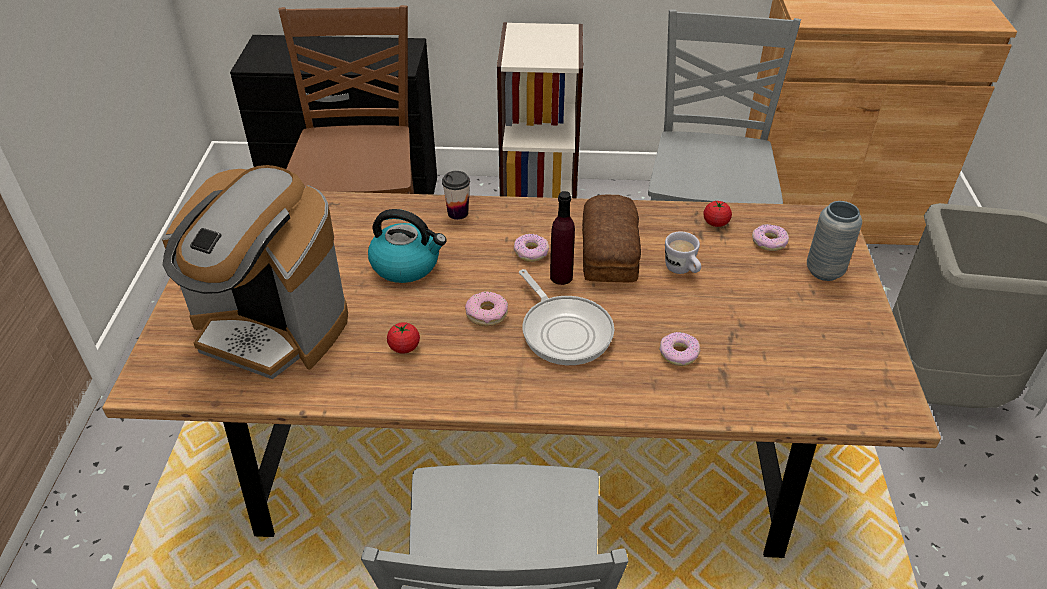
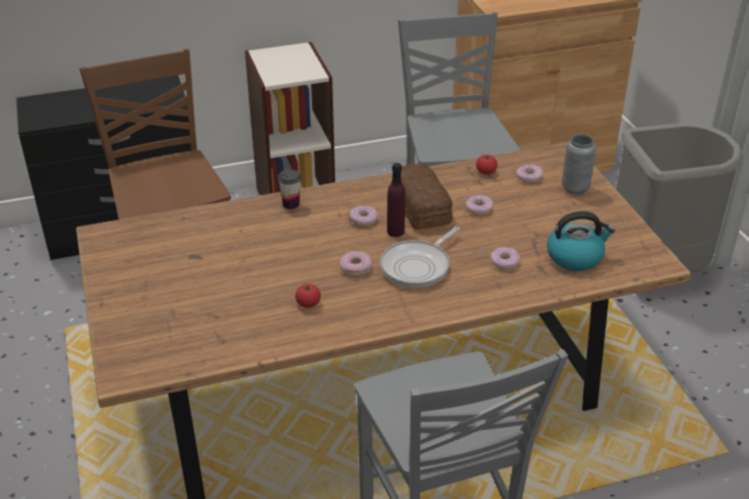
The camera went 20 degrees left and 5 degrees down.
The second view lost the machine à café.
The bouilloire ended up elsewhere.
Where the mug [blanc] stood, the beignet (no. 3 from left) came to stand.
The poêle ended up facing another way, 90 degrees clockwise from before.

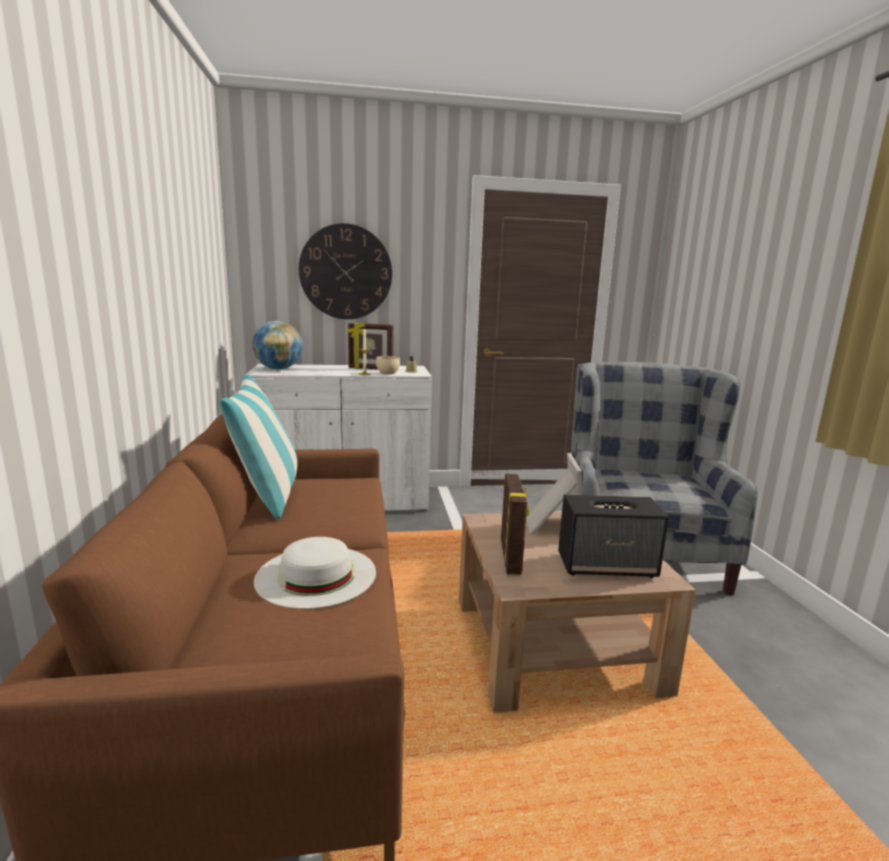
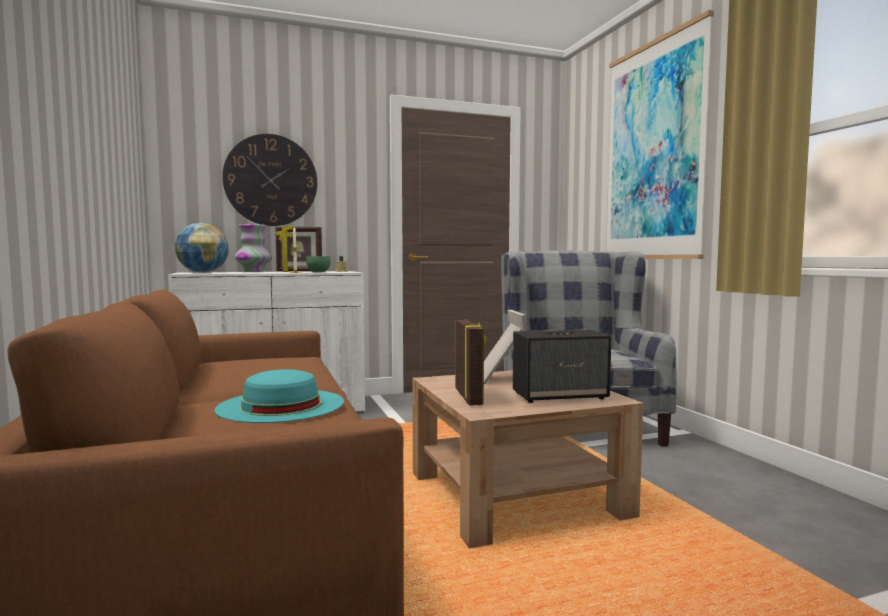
The camera went 10 degrees left and 10 degrees down.
The second view lost the coussin.
The second view gained the vase.
The second view gained the tableau.
What was the chapeau [blanc] turned into the chapeau [turquoise].
What was the bol [beige] turned into the bol [vert].

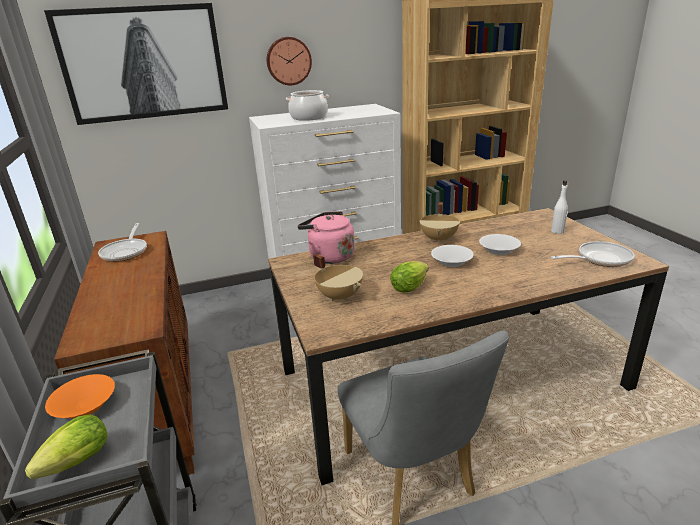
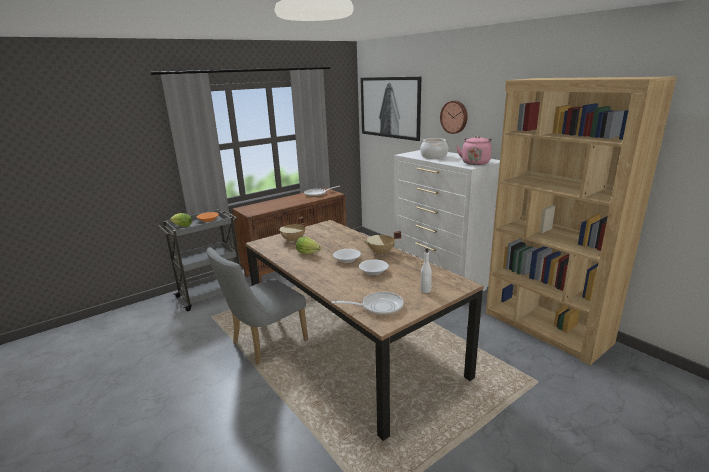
The camera went 70 degrees right and 5 degrees down.
The bouilloire [rose] ended up elsewhere.
The poêle (no. 2 from left) ended up facing another way, 60 degrees counterclockwise from before.

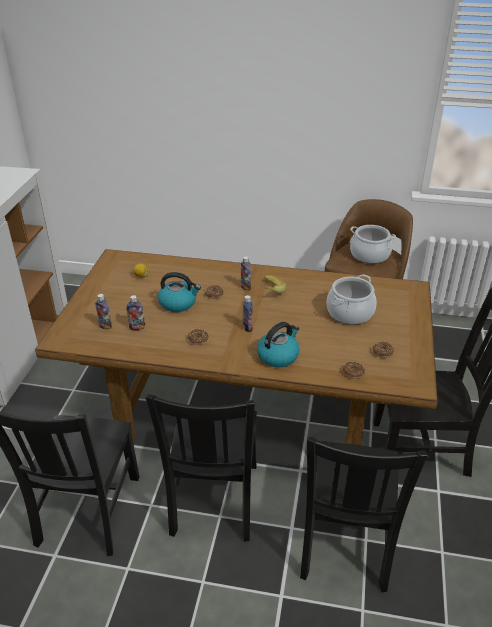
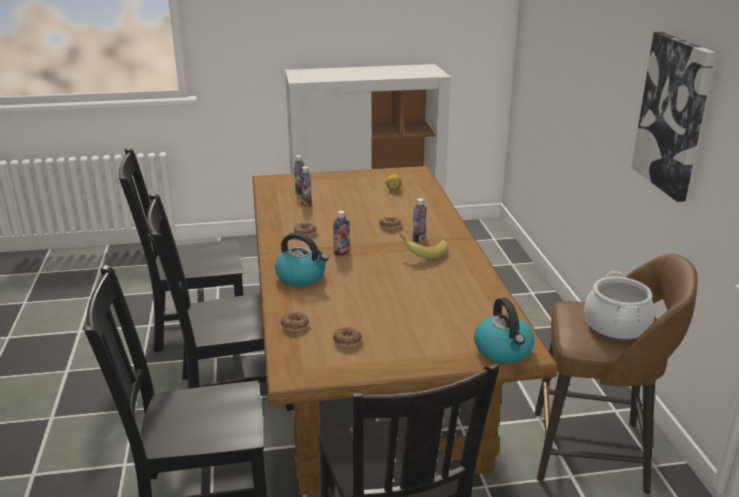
The camera went 70 degrees right and 10 degrees down.
The second view lost the marmite (no. 1 from left).
The second view gained the tableau.
The bouilloire (no. 1 from left in the first image) ended up elsewhere.

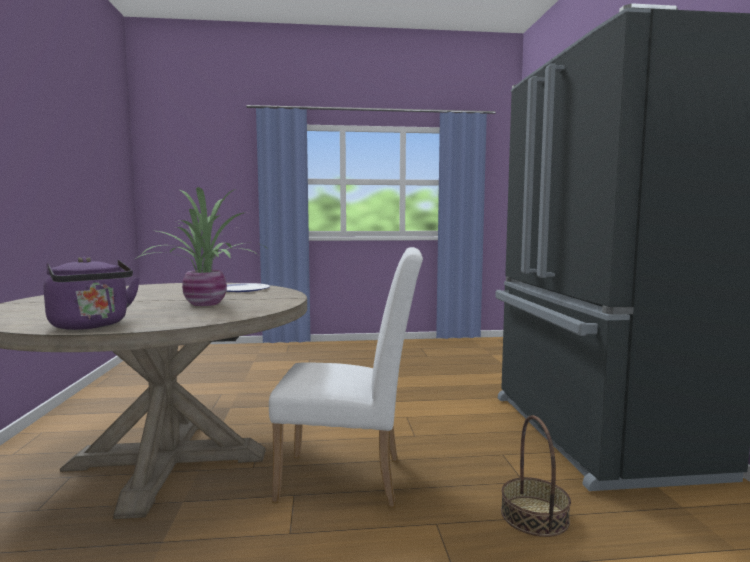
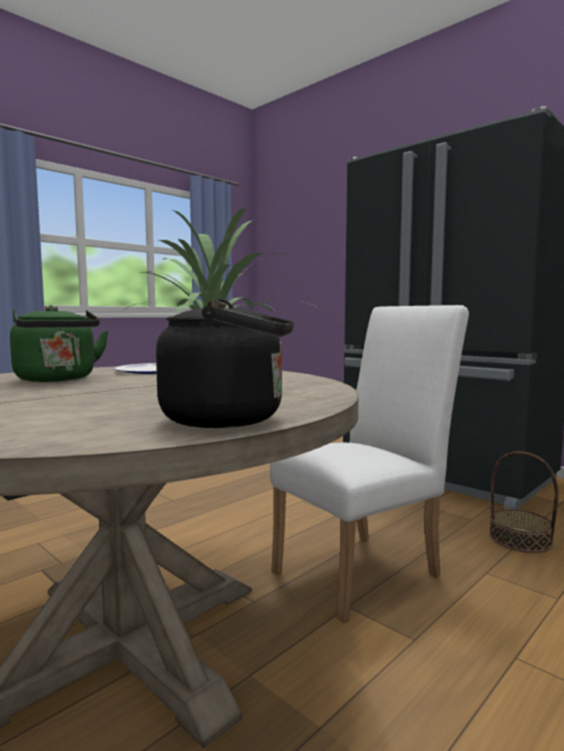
The camera went 40 degrees left and 0 degrees up.
The second view gained the bouilloire [vert].
What was the bouilloire [violet] turned into the bouilloire [noir].

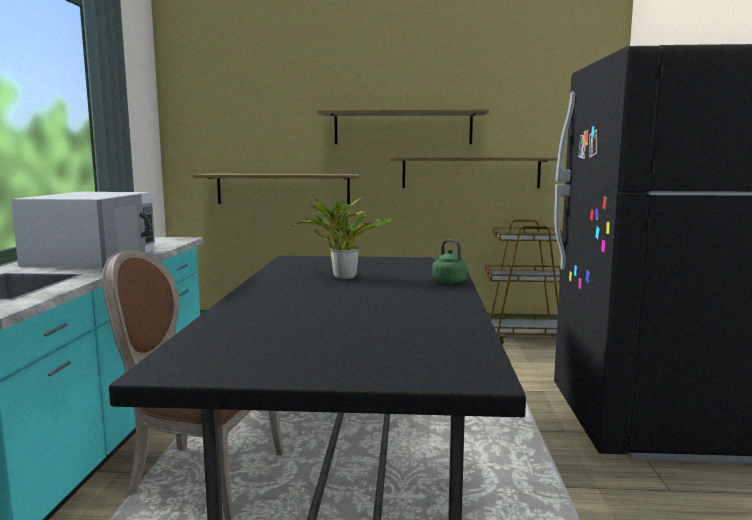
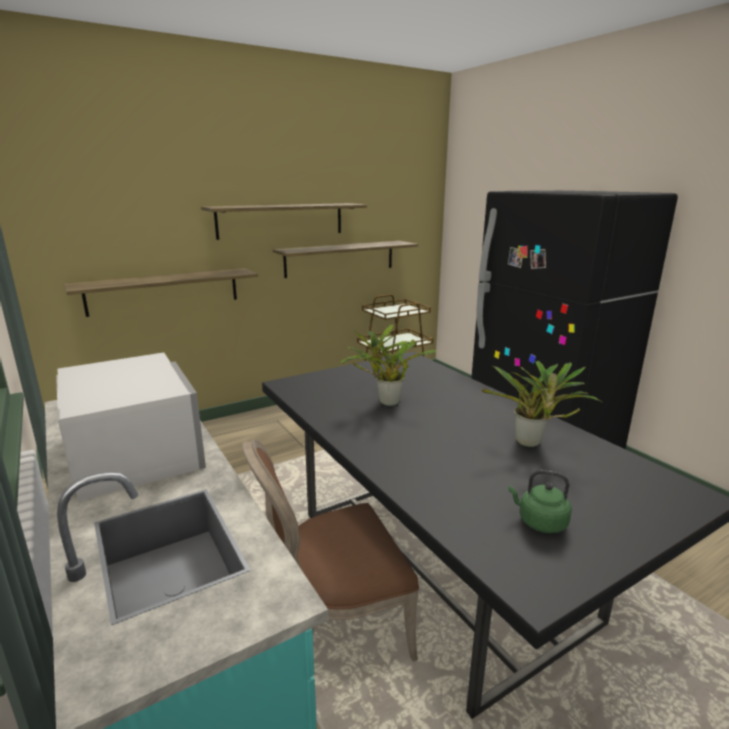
The camera went 35 degrees left and 10 degrees up.
The second view gained the plante en pot (no. 2 from left).
The bouilloire [vert] ended up elsewhere.

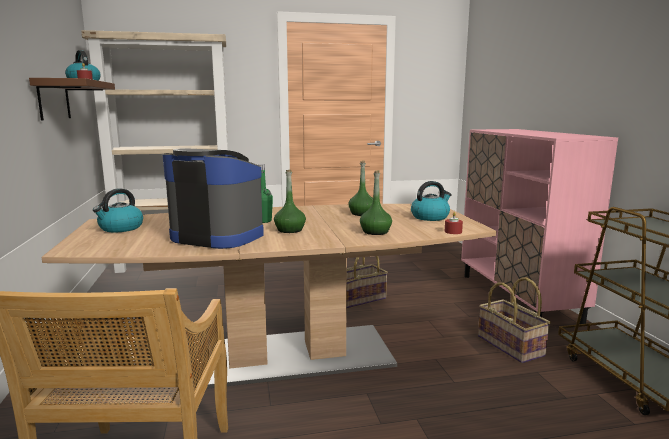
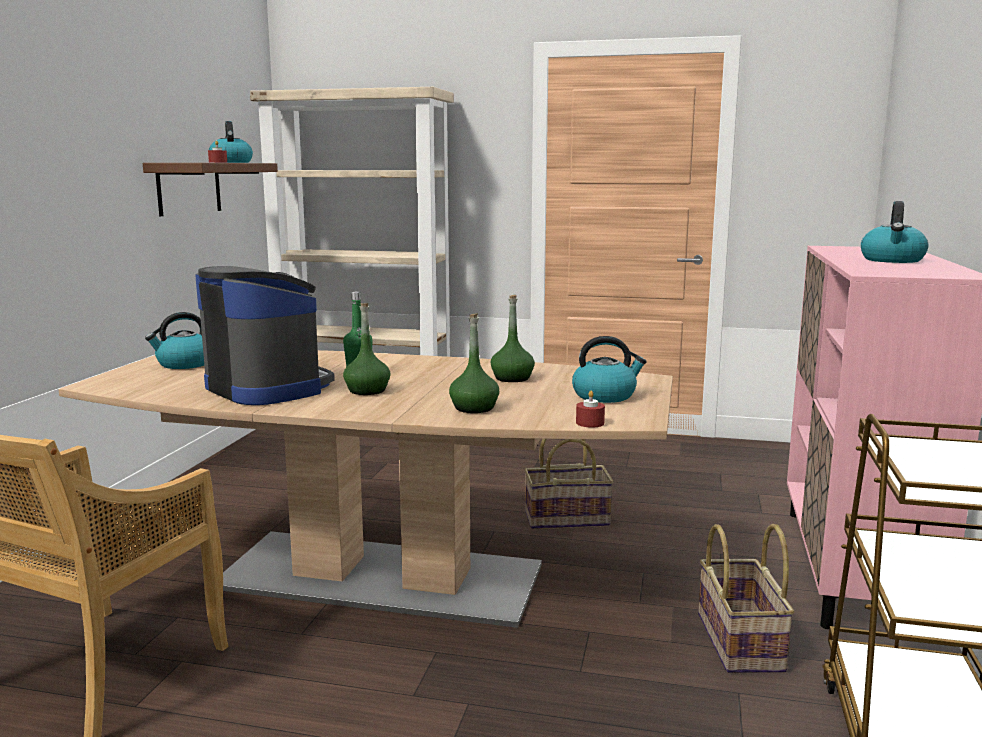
The camera went 25 degrees right and 0 degrees up.
The second view gained the bouilloire (no. 4 from left).

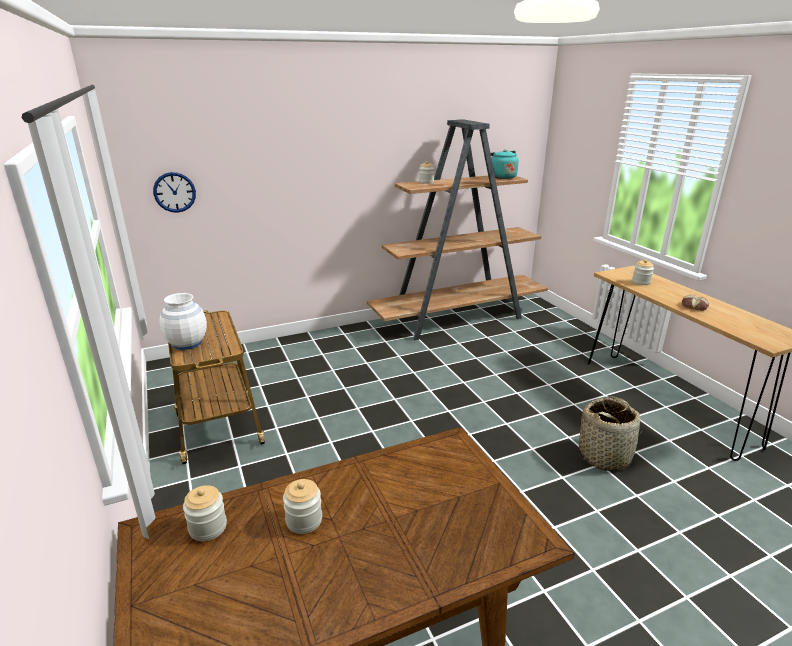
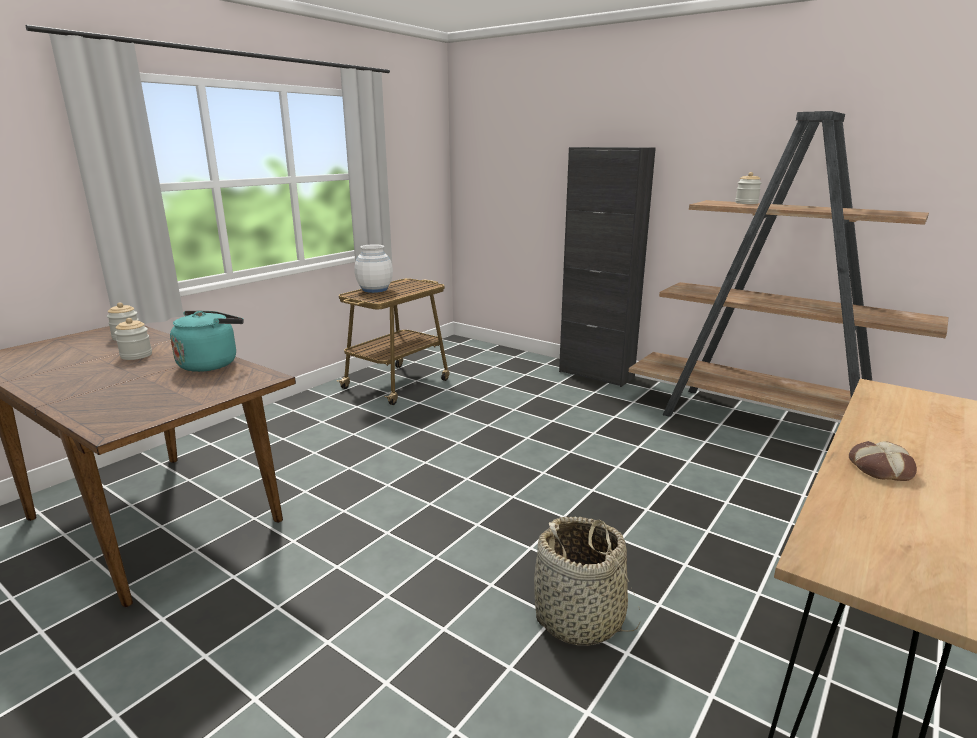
The camera went 60 degrees right and 5 degrees down.
The second view lost the horloge murale.
The second view lost the bocal (no. 4 from left).
The second view gained the meuble de rangement [noir].
The bouilloire [turquoise] ended up elsewhere.

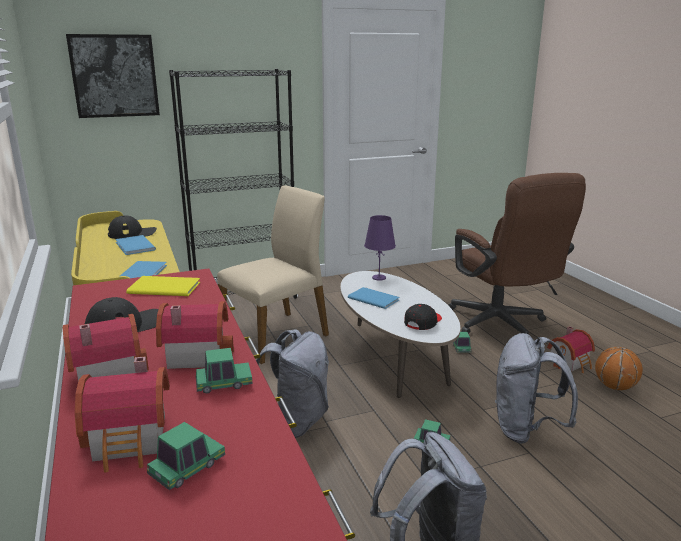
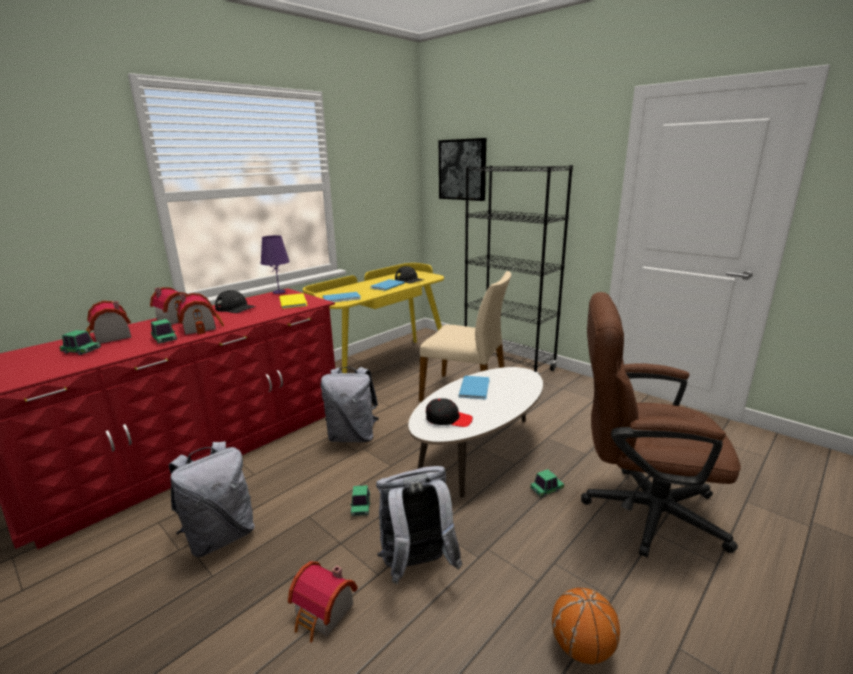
The camera went 65 degrees right and 0 degrees up.
The lampe de table [violet] ended up elsewhere.
The maison miniature (no. 4 from left) ended up elsewhere.
The chaise de bureau [marron] ended up facing another way, 60 degrees clockwise from before.

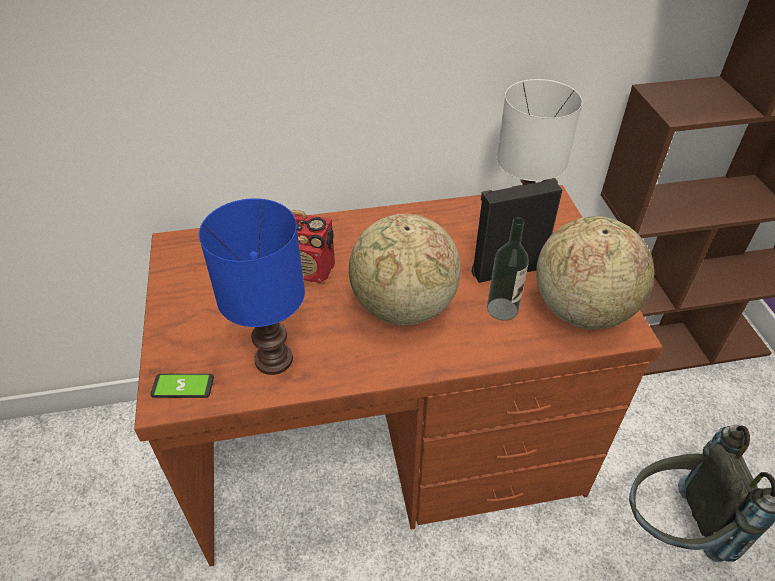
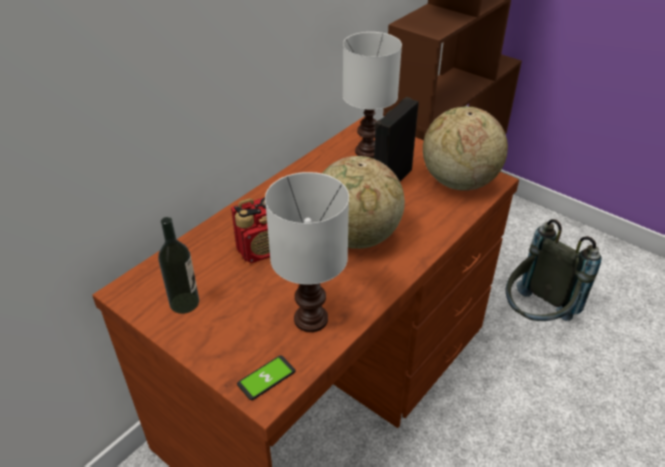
The camera went 40 degrees left and 5 degrees down.
The bouteille ended up elsewhere.
What was the lampe de table [bleu] turned into the lampe de table [blanc] (no. 1 from left).

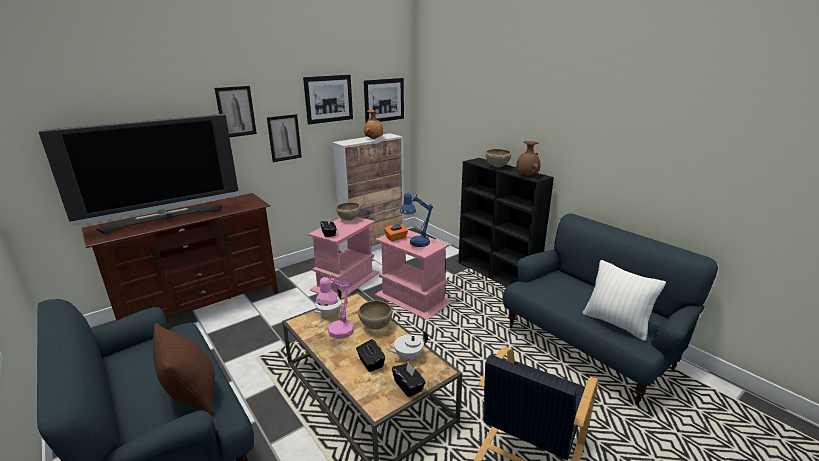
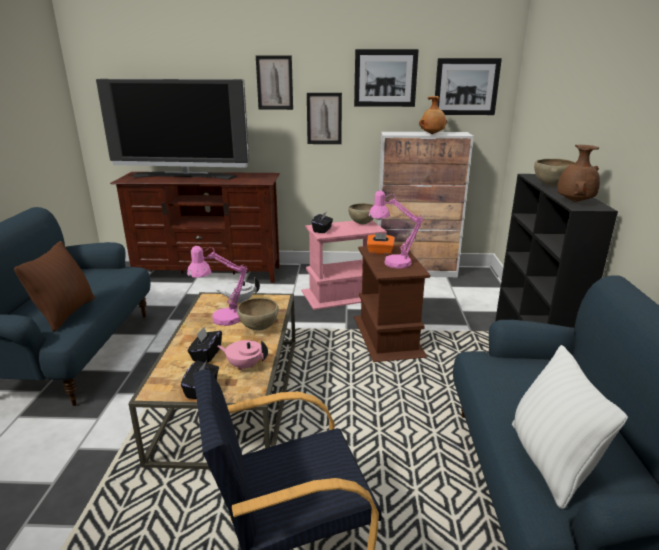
The camera went 40 degrees right and 0 degrees up.
What was the table d'appoint [rose] (no. 2 from left) turned into the table d'appoint [marron].
What was the théière [blanc] (no. 2 from left) turned into the théière [rose].
What was the lampe de table [bleu] turned into the lampe de table [rose] (no. 2 from left).

